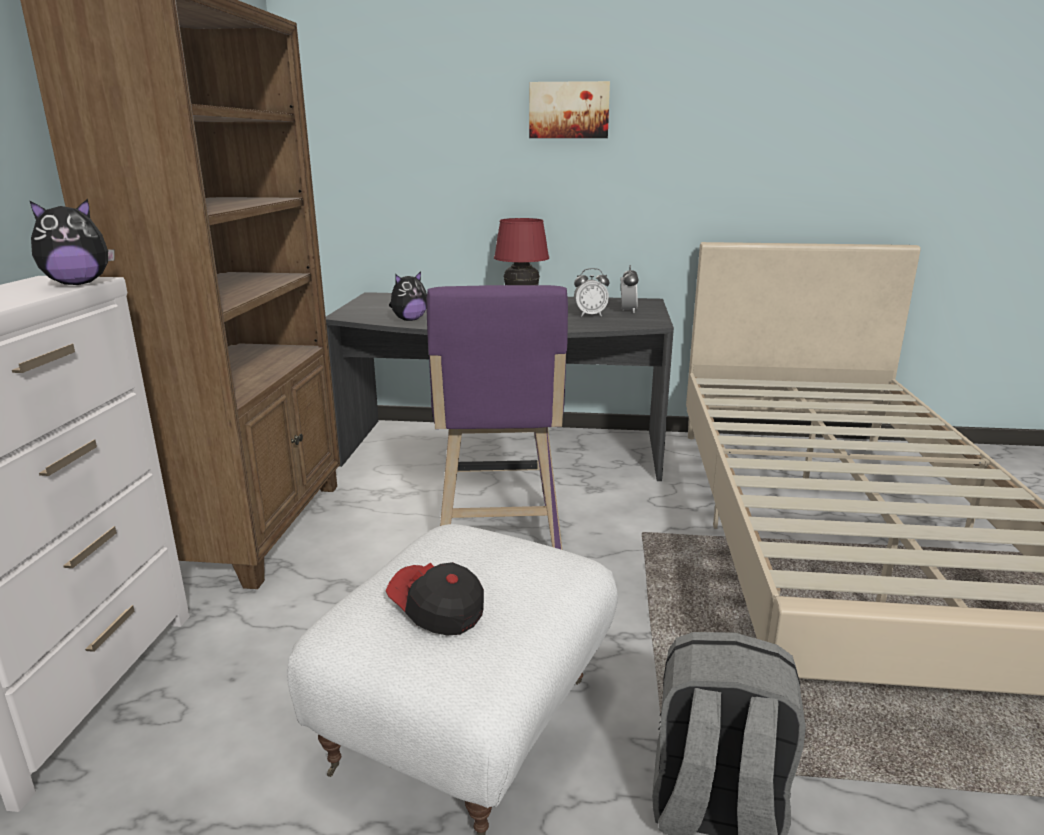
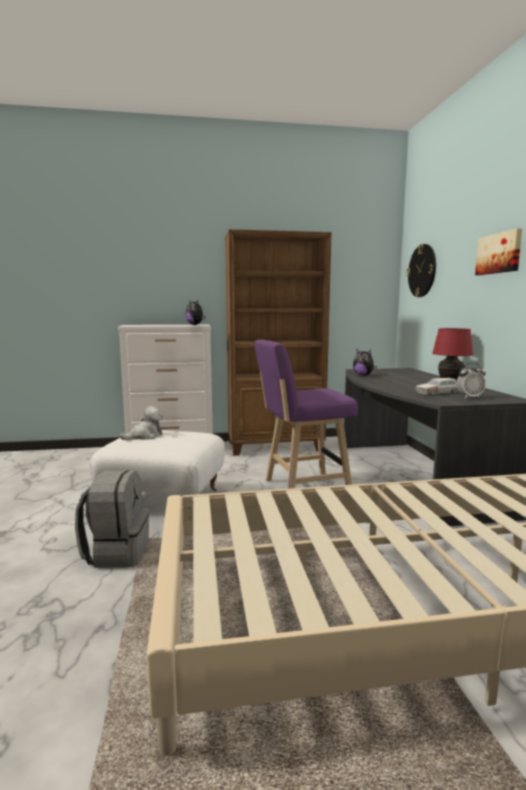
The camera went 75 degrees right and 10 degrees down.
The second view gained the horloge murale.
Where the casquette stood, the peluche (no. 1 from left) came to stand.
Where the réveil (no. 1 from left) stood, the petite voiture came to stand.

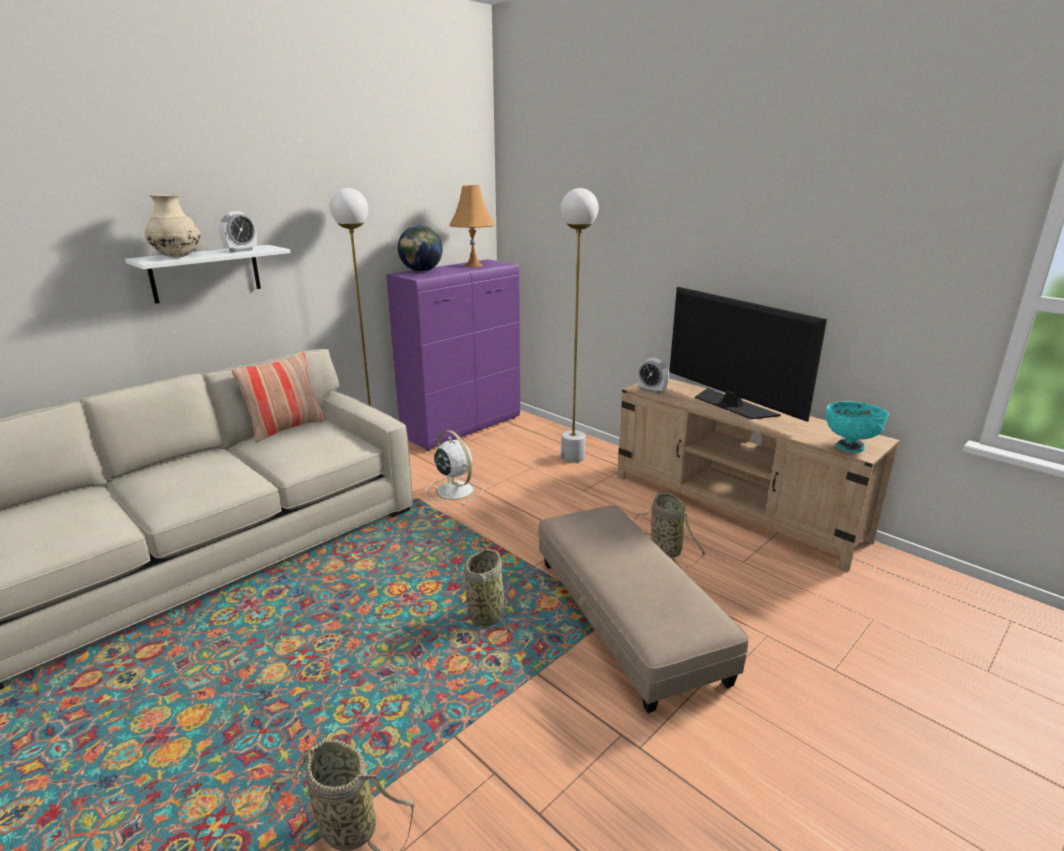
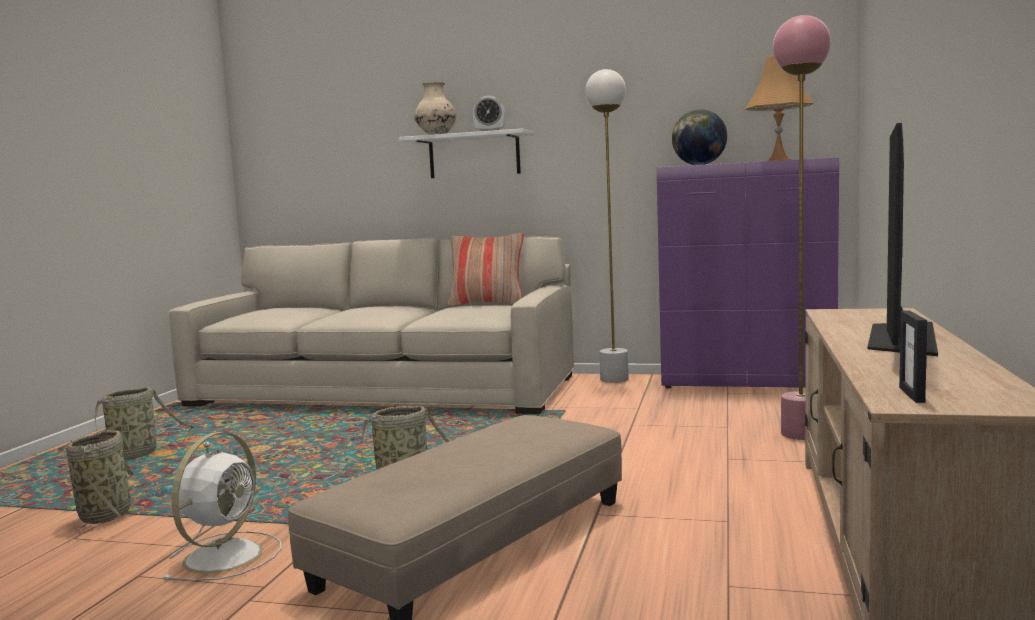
The camera went 60 degrees right and 15 degrees down.
The second view lost the réveil (no. 2 from left).
The ventilateur [blanc] ended up elsewhere.
The panier (no. 3 from left in the first image) ended up elsewhere.
Where the bol [turquoise] stood, the cadre photo came to stand.
What was the lampadaire [blanc] (no. 2 from left) turned into the lampadaire [rose].

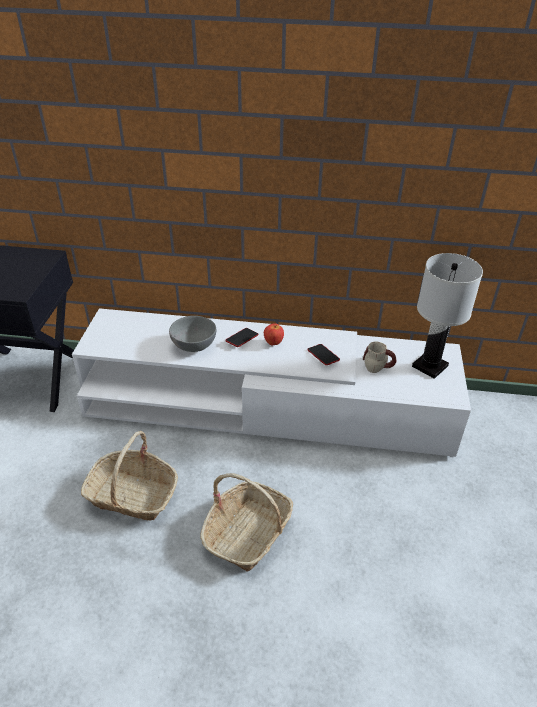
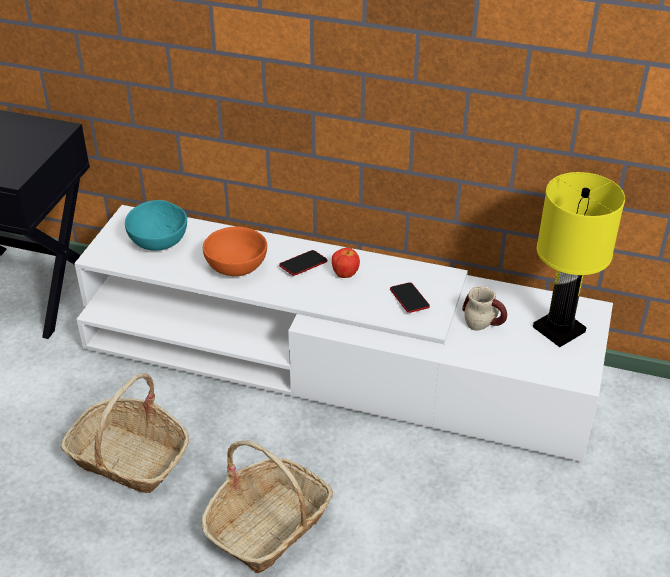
The camera went 10 degrees right and 0 degrees up.
The second view gained the bol [turquoise].
What was the bol [gris] turned into the bol [orange].
What was the lampe de table [blanc] turned into the lampe de table [jaune].

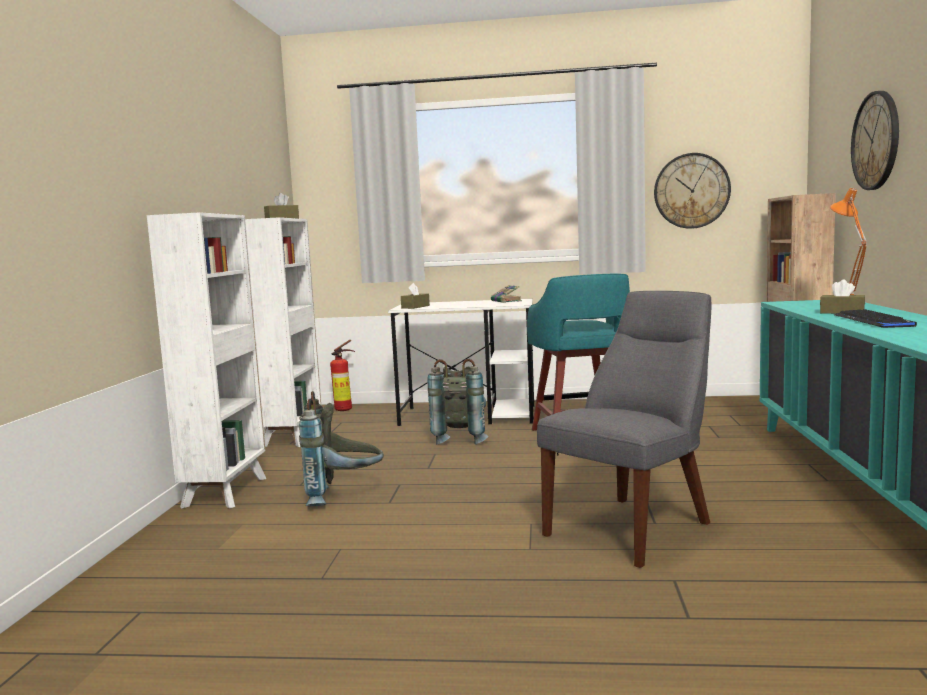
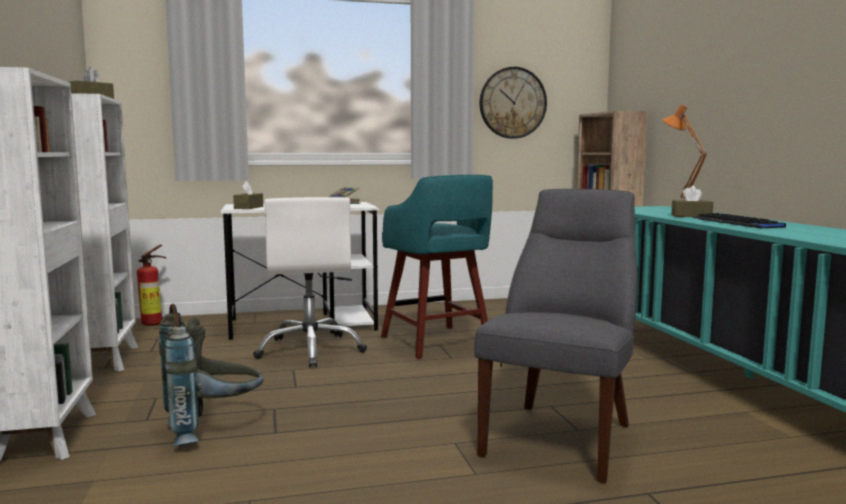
The camera went 20 degrees left and 0 degrees up.
The second view lost the horloge murale (no. 2 from left).
Where the sac à dos [gris] (no. 2 from left) stood, the chaise de bureau [blanc] came to stand.

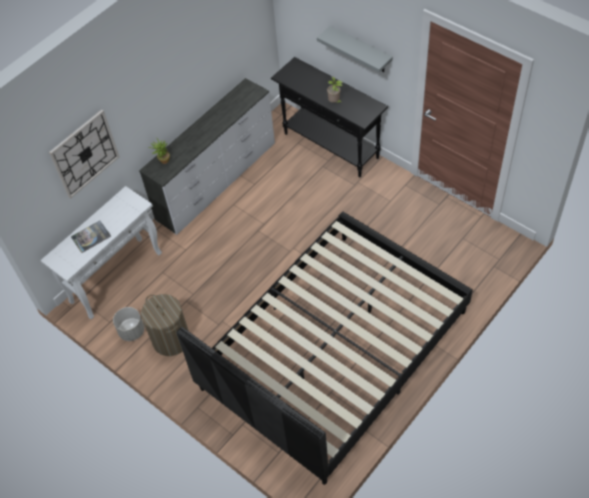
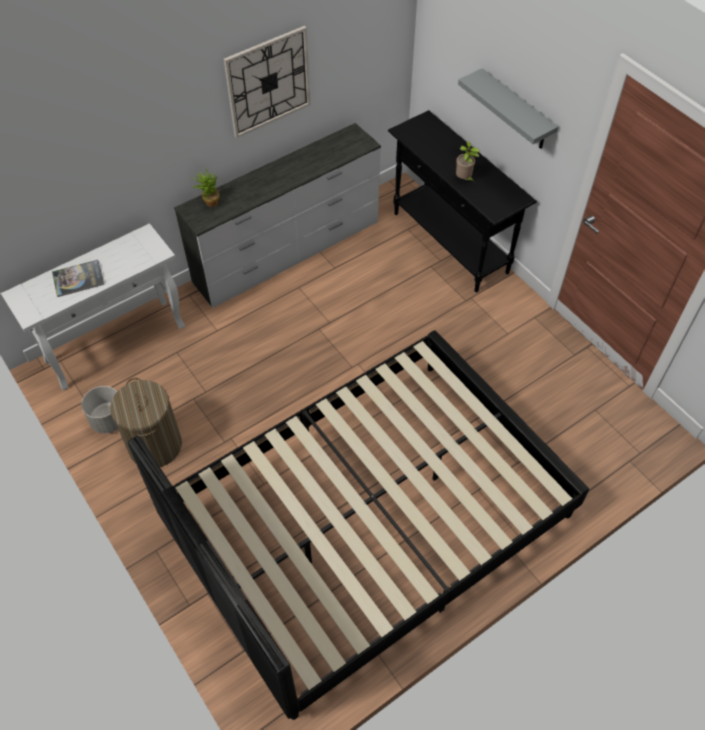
The camera went 10 degrees right and 0 degrees up.
The horloge murale ended up elsewhere.

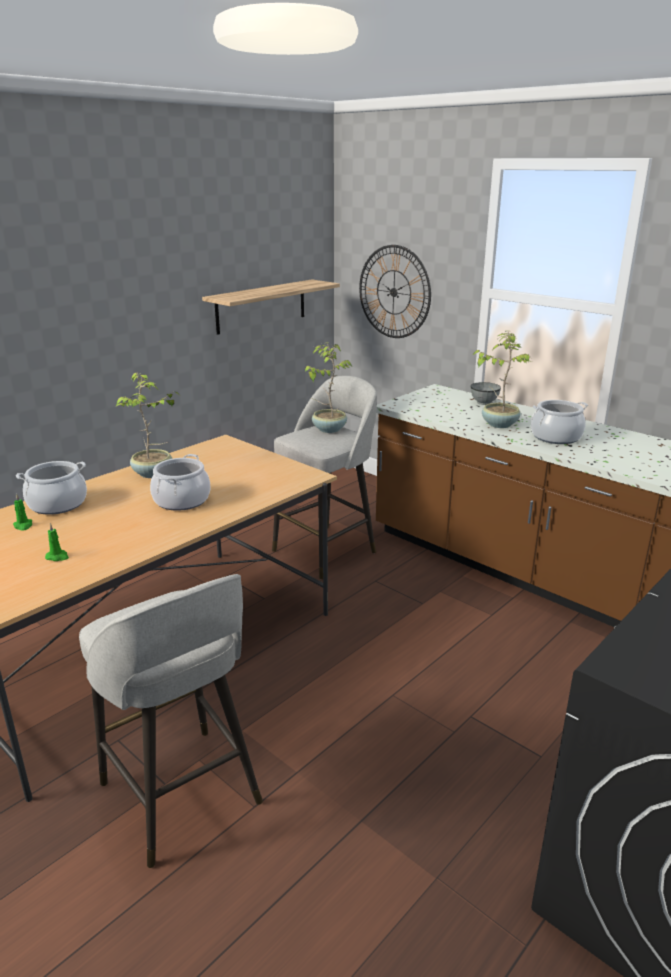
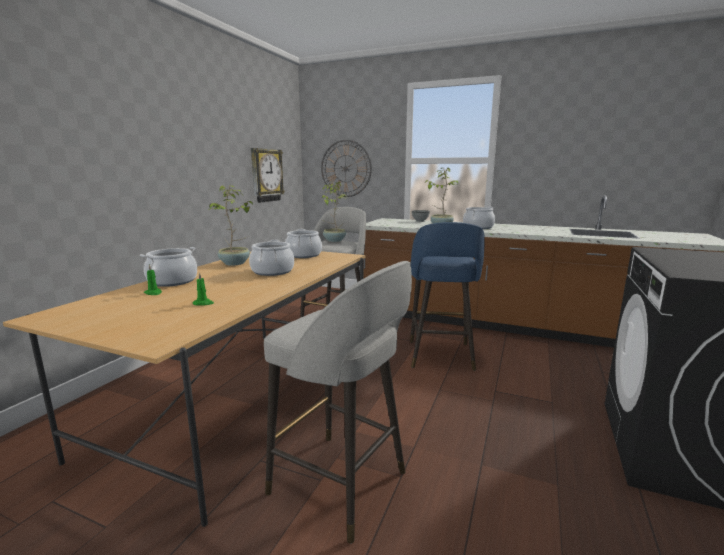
The camera went 20 degrees left and 10 degrees down.
The second view gained the marmite (no. 3 from left).
The second view gained the tabouret [bleu].
Where the étagère hung, the horloge murale (no. 1 from left) came to hang.

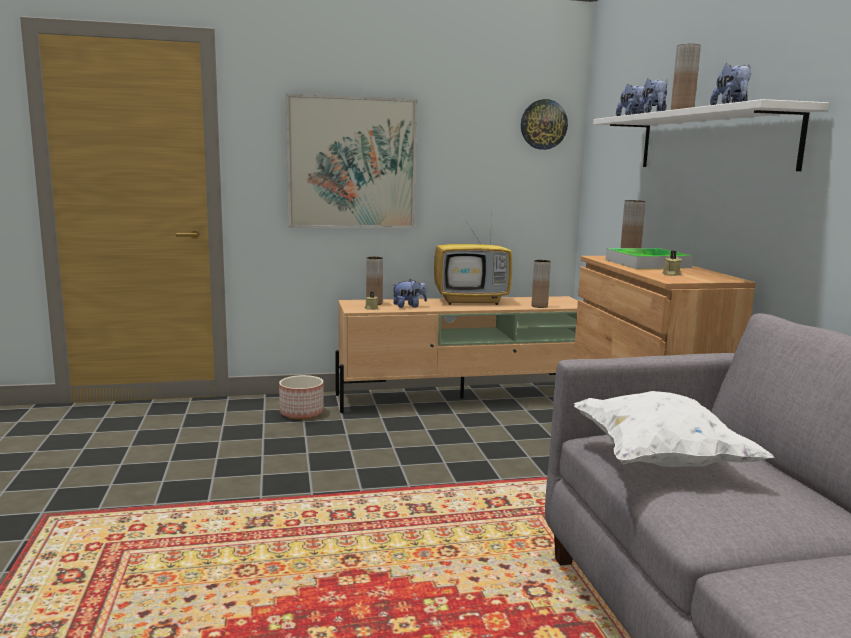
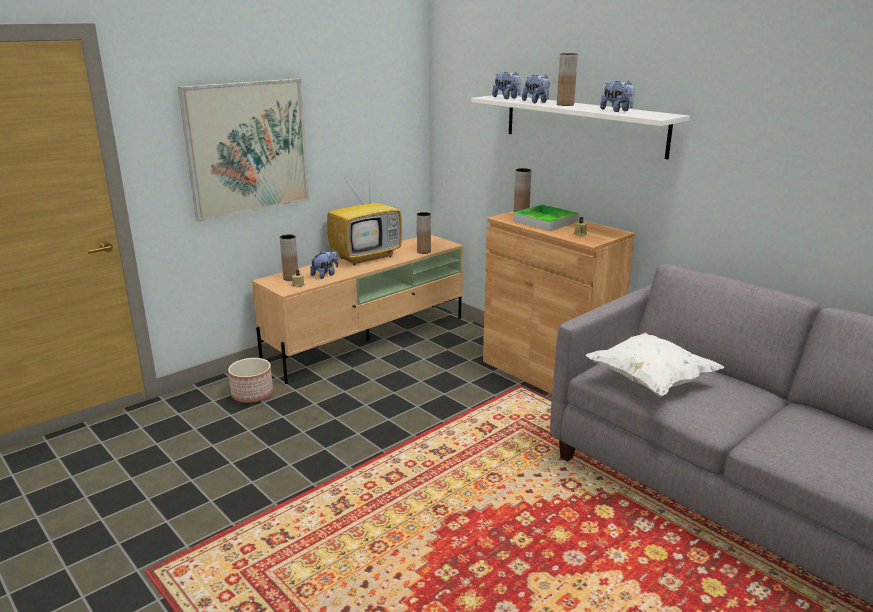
The camera went 30 degrees left and 10 degrees up.
The second view lost the horloge murale.

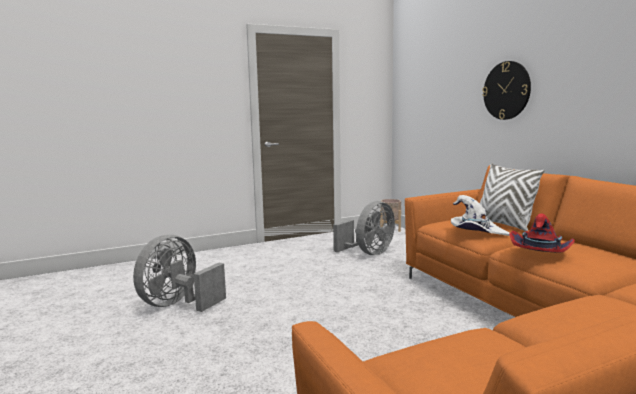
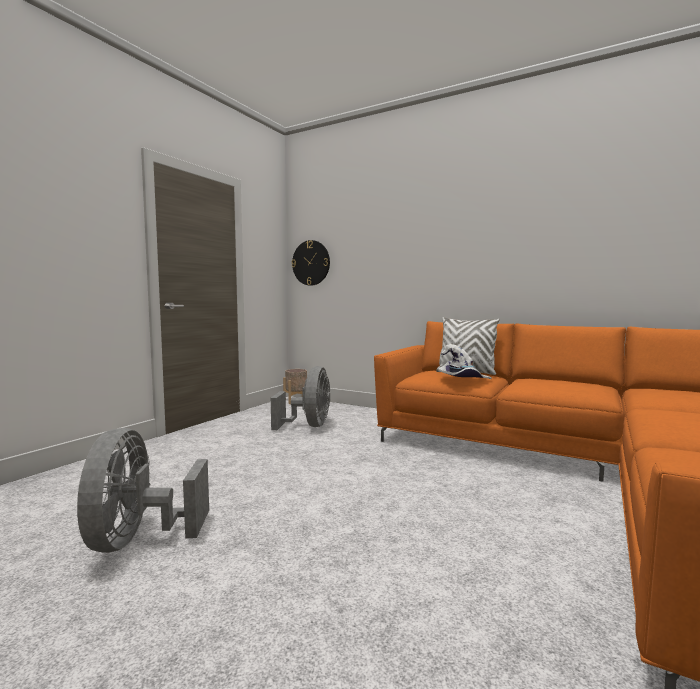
The camera went 35 degrees left and 5 degrees down.
The second view lost the chapeau [rouge].
The horloge murale ended up elsewhere.

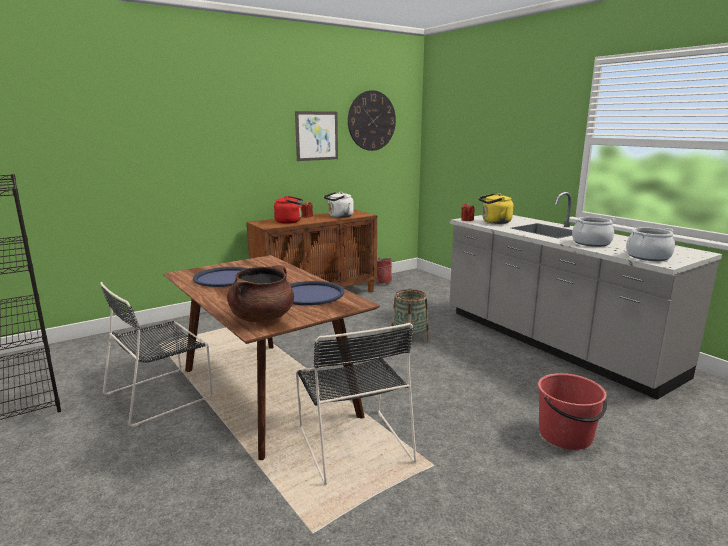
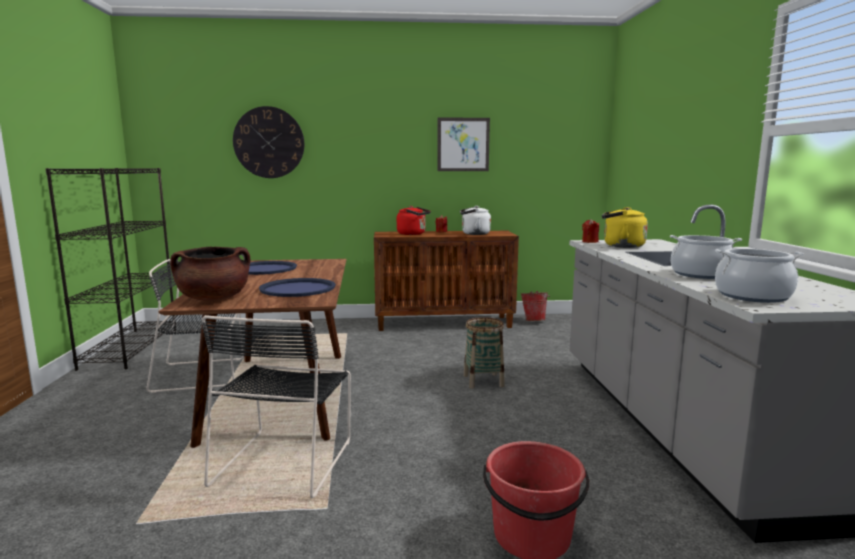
The camera went 30 degrees right and 5 degrees down.
The horloge murale ended up elsewhere.

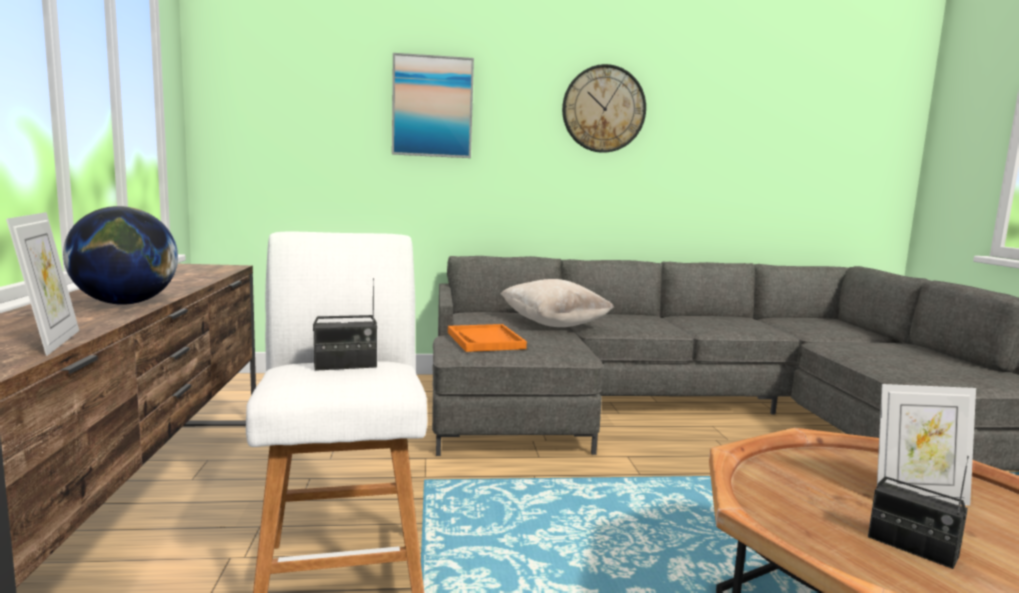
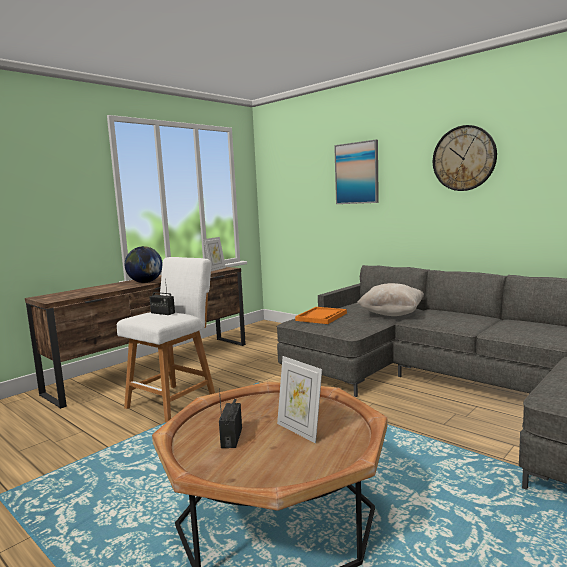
The camera went 50 degrees right and 0 degrees up.
The cadre photo (no. 1 from left) ended up elsewhere.

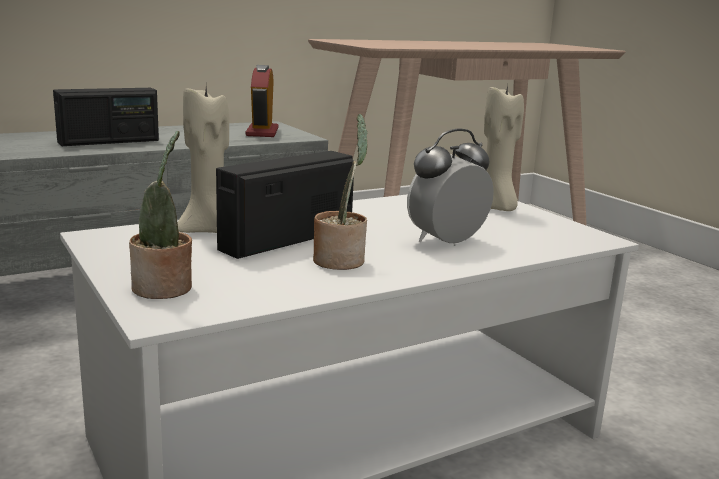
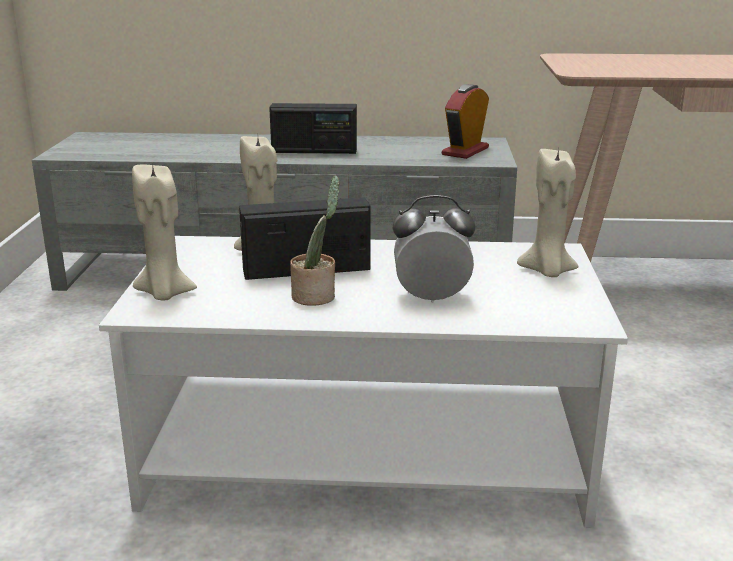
The camera went 35 degrees right and 5 degrees up.
Where the plante en pot (no. 1 from left) stood, the bougie [beige] (no. 1 from left) came to stand.

